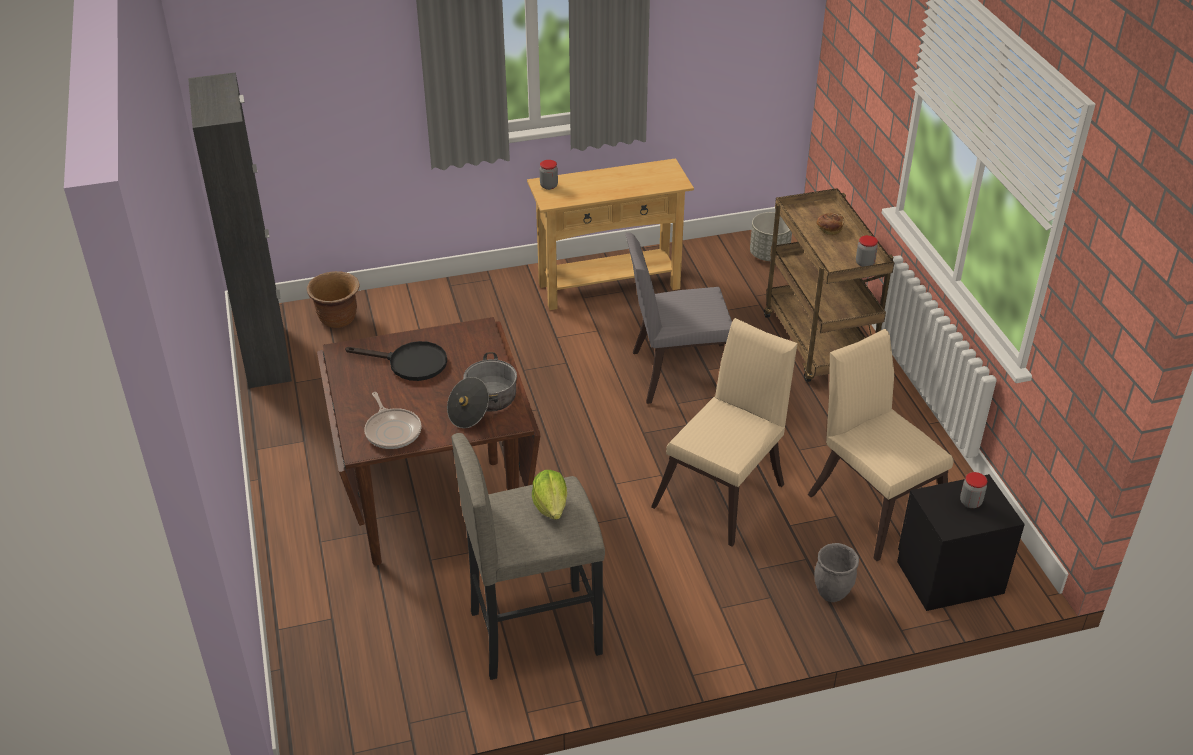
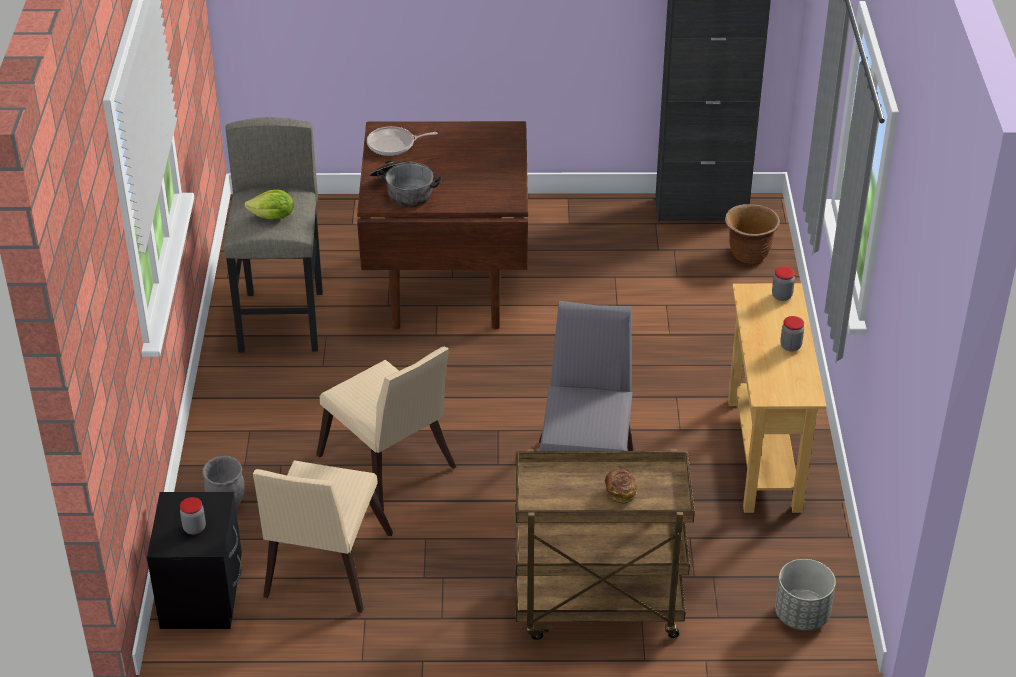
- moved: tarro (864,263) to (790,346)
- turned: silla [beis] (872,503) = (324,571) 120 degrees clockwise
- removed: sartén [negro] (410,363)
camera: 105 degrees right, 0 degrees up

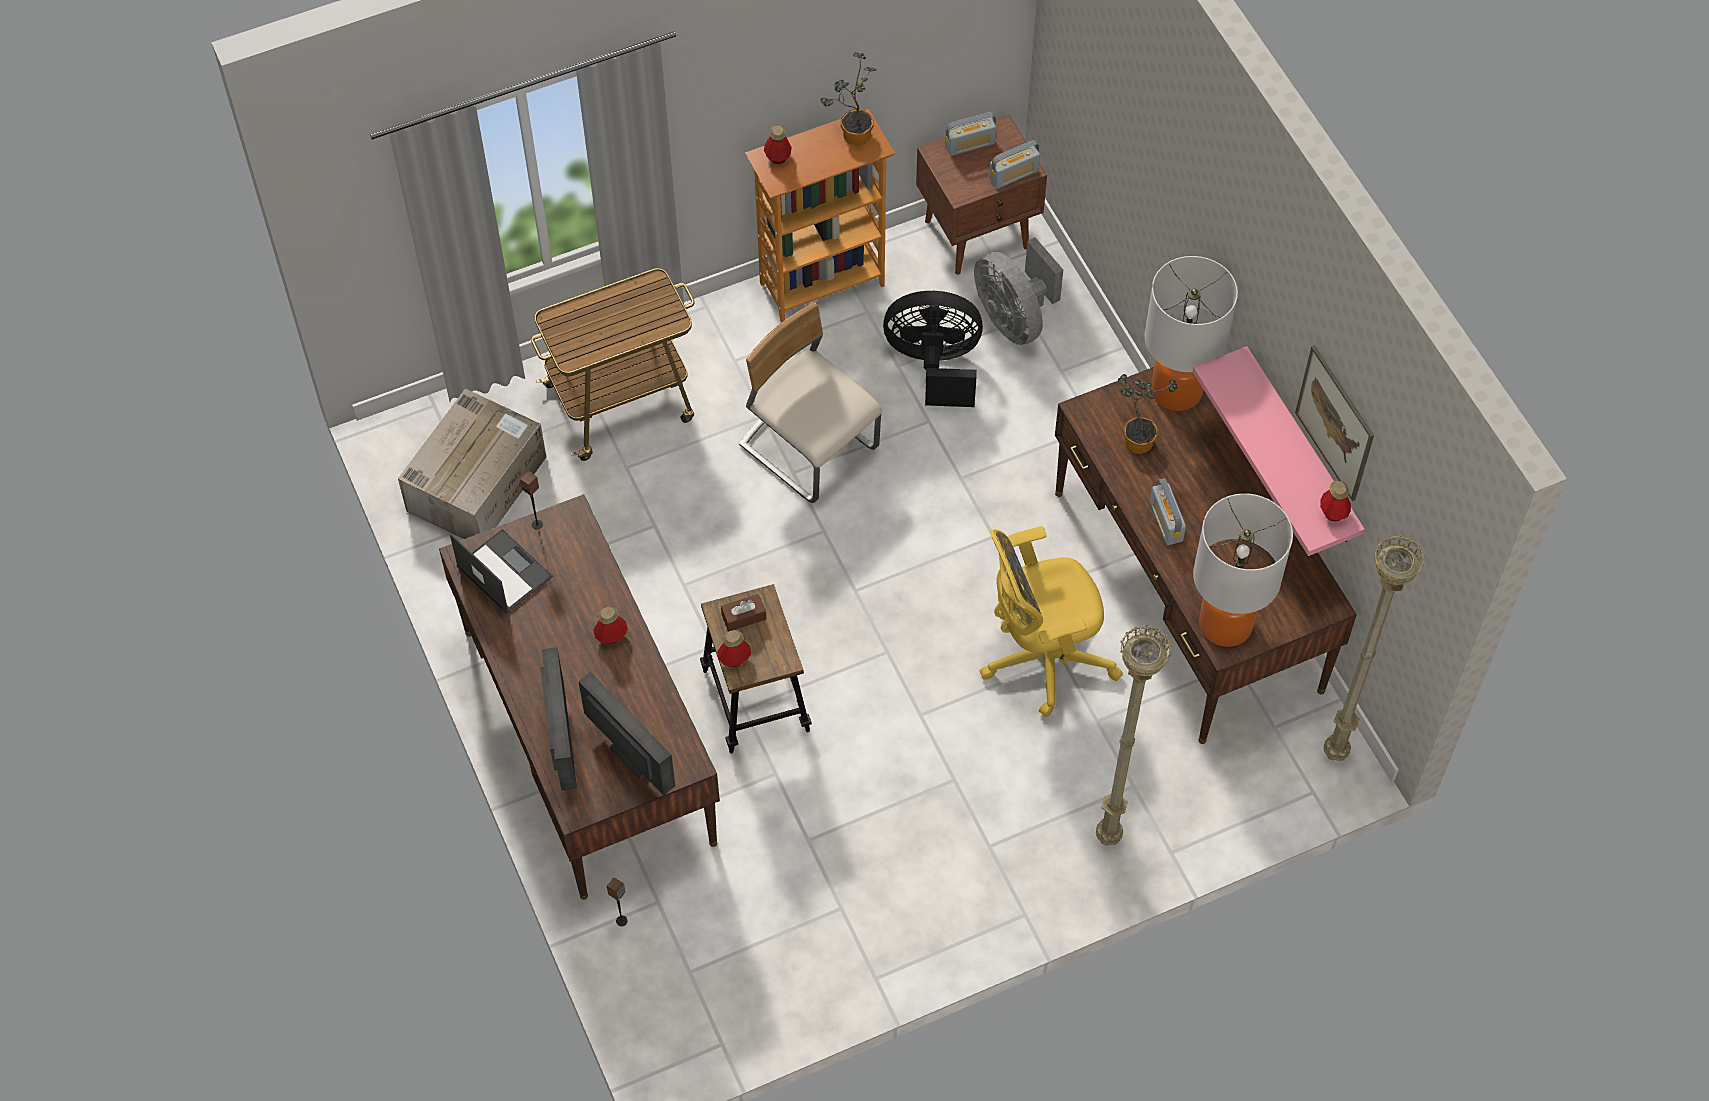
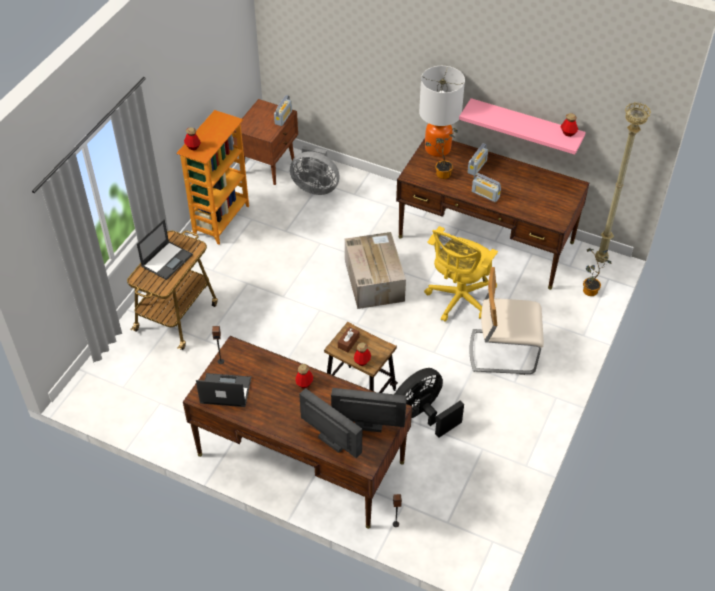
- moved: planta en maceta (852,135) to (589,292)
- moved: radio (970,144) to (477,166)
- moved: ventilador [negro] (935,365) to (422,415)
- moved: silla [beis] (809,448) to (502,352)
- removed: cuadro (1335,423)
- moved: caja de cartón (477,482) to (373,280)
- removed: lámpara de mesa (1225,624)
- removed: lámpara de pie [beis] (1110,836)
- added: portátil (167,260)
camera: 40 degrees left, 10 degrees down

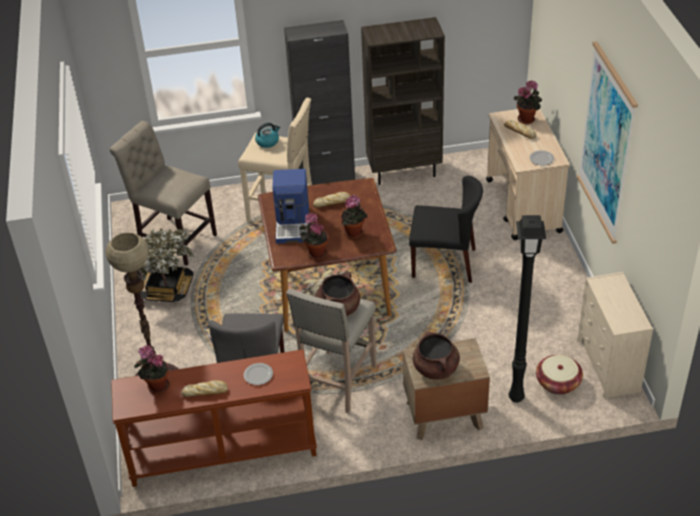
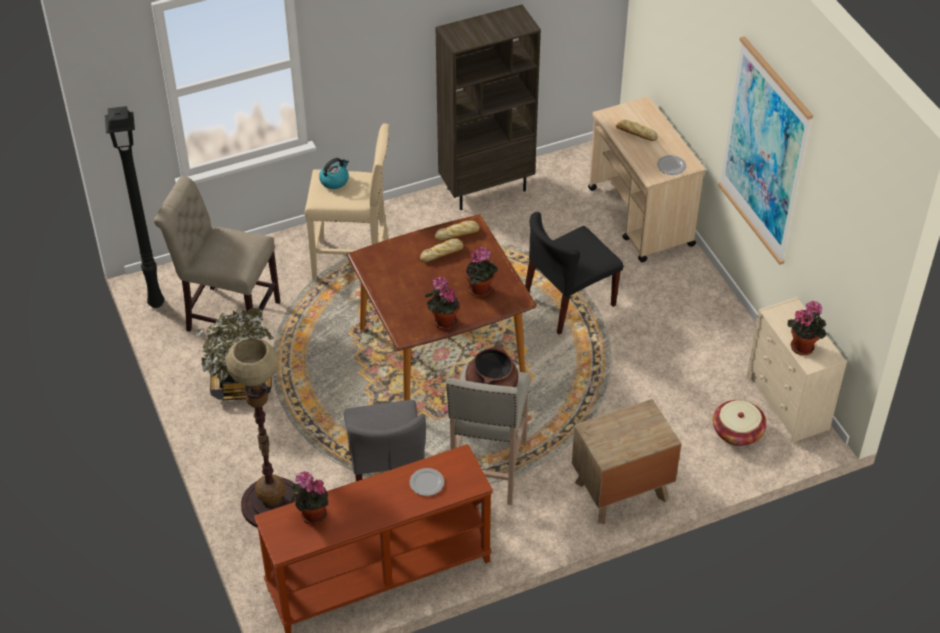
- removed: armario [negro] (326,180)
- moved: planta en maceta (527,119) to (803,346)
- removed: cafetera (293,224)
- turned: silla [negro] (444,263) = (568,302) 150 degrees clockwise
- moved: lámpara de pie [negro] (515,398) to (155,304)
- removed: olla [marrón] (436,369)
- moved: pan (206,391) to (458,233)
camera: 15 degrees left, 5 degrees up

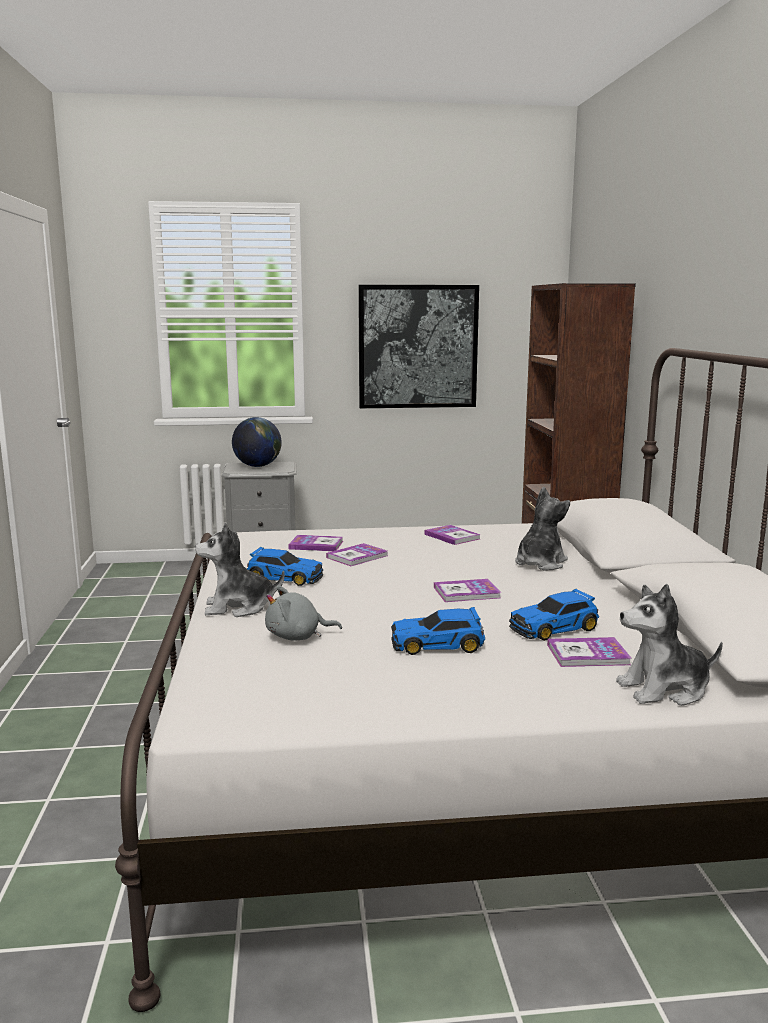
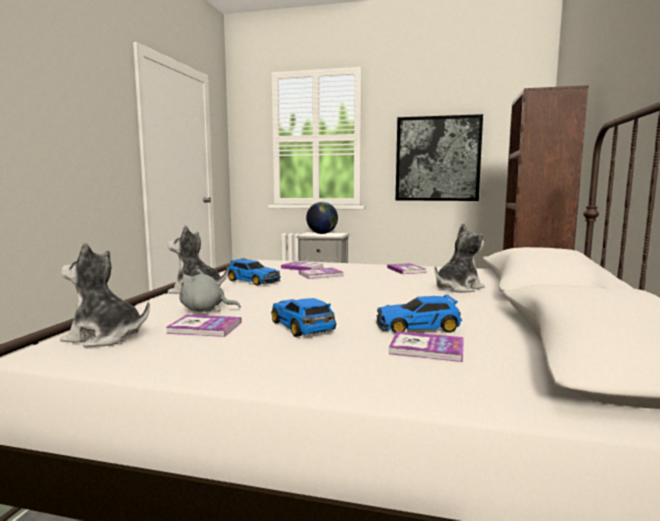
- moved: libro (466,592) to (205,328)
- moved: peluche (664,690) to (105,337)
- turned: coche de juguete (439,645) = (302,326) 45 degrees clockwise
camera: 20 degrees right, 5 degrees down

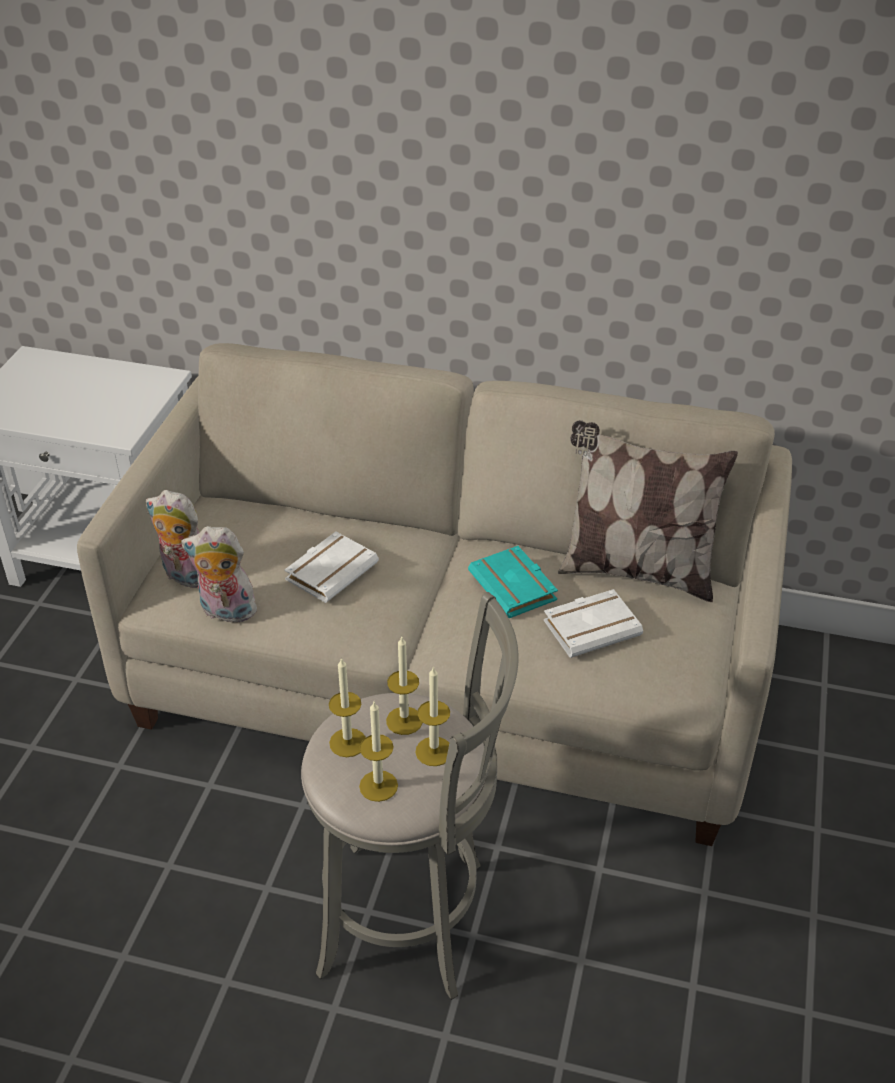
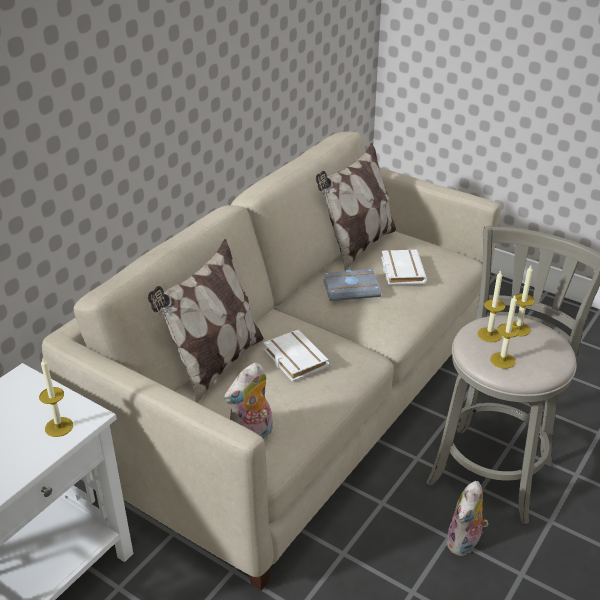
- moved: peluche (225,612) to (464,543)
- recoloured: libro [turquesa] (515,587) to libro [gris] (352,288)
- moved: vela (378,786) to (59,427)
- added: cojín (215,365)
camera: 70 degrees left, 5 degrees down

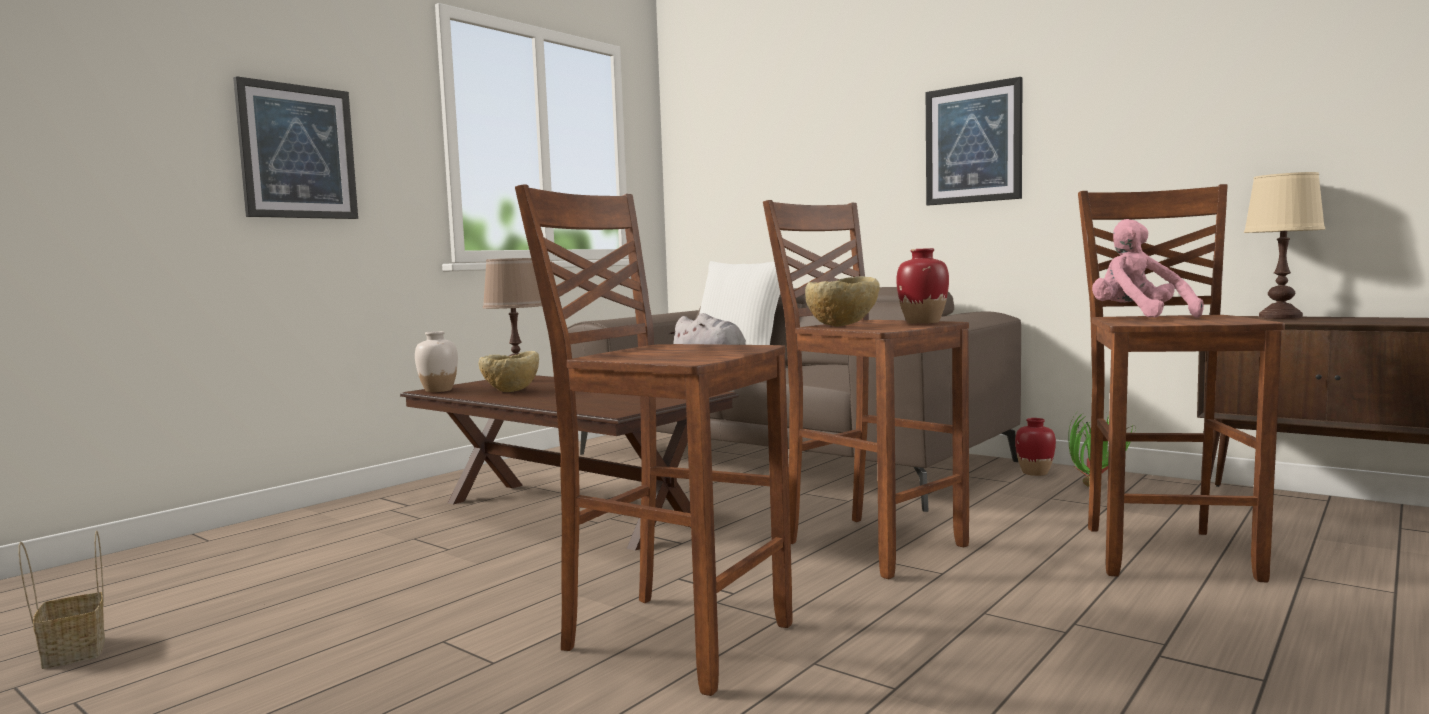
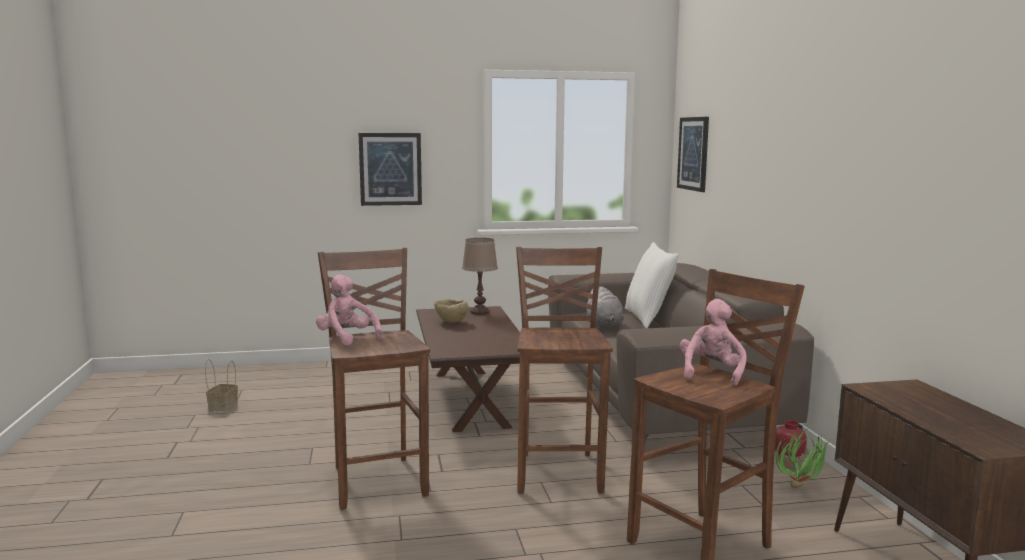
- moved: cuadro (973,144) to (693,153)
- removed: lámpara de mesa [beis] (1281,317)
- removed: florero [rojo] (923,322)
- removed: cuenco [beis] (842,326)
- removed: florero [blanco] (438,390)
- added: peluche [rosa] (347,338)
camera: 40 degrees right, 5 degrees up

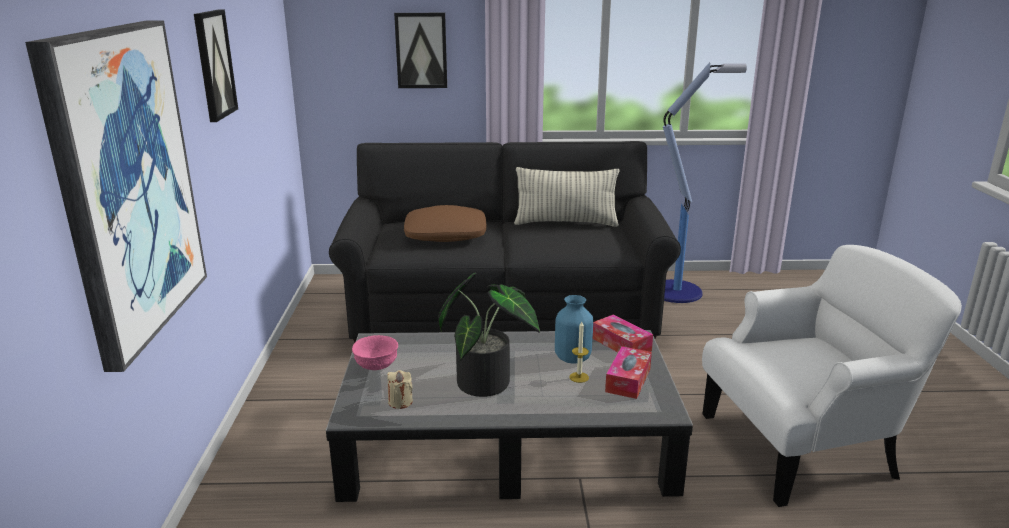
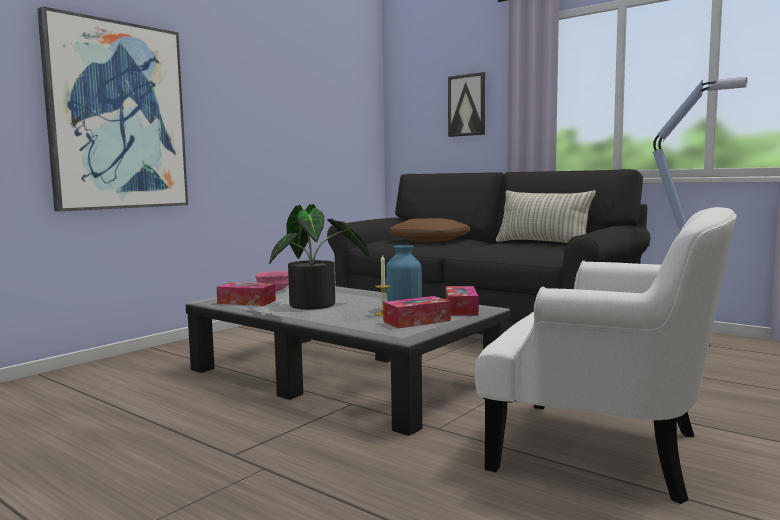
- removed: cuadro (214,64)
- replaced: vela [beis] (400,402) to caja de pañuelos (246,302)
camera: 40 degrees right, 15 degrees down

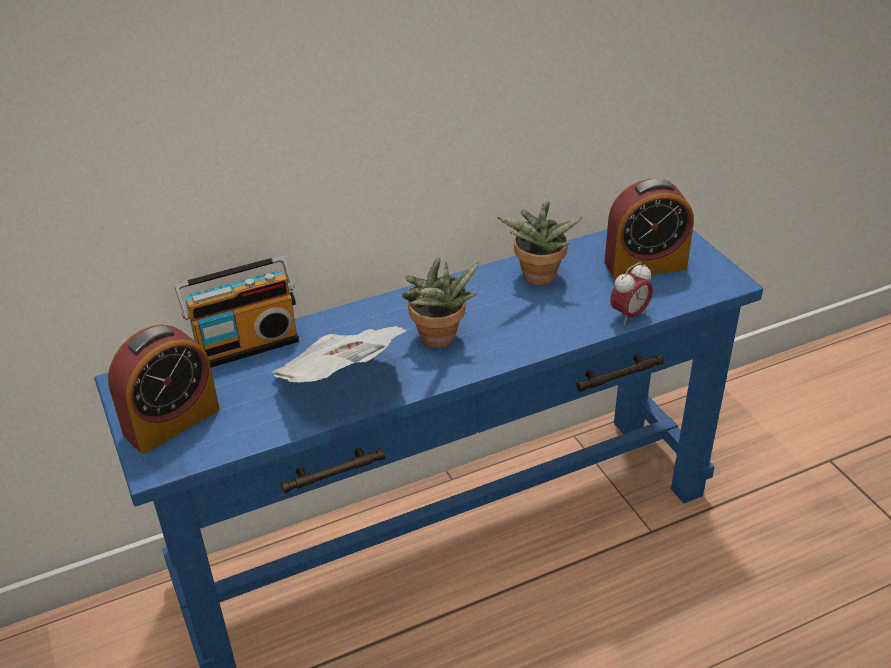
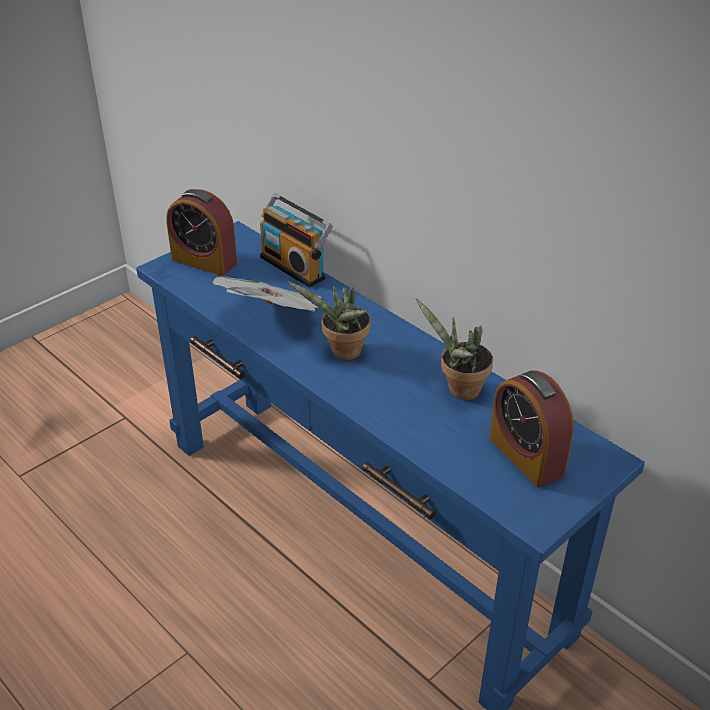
- removed: despertador (629,315)
camera: 70 degrees right, 0 degrees up

